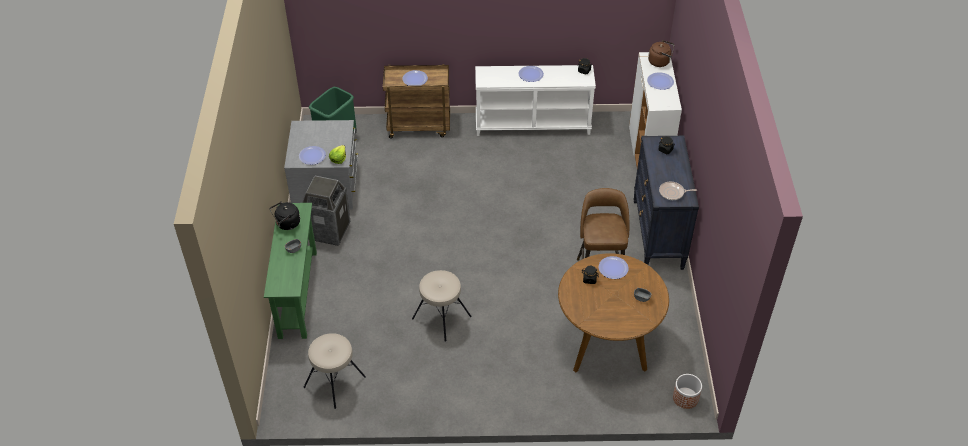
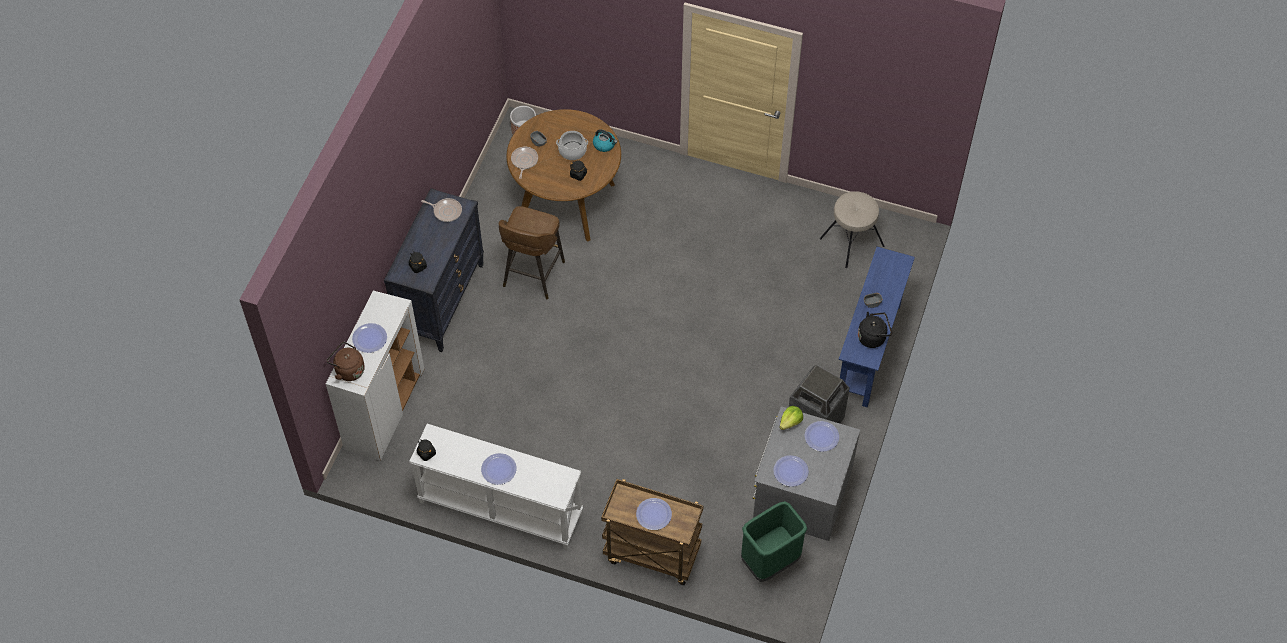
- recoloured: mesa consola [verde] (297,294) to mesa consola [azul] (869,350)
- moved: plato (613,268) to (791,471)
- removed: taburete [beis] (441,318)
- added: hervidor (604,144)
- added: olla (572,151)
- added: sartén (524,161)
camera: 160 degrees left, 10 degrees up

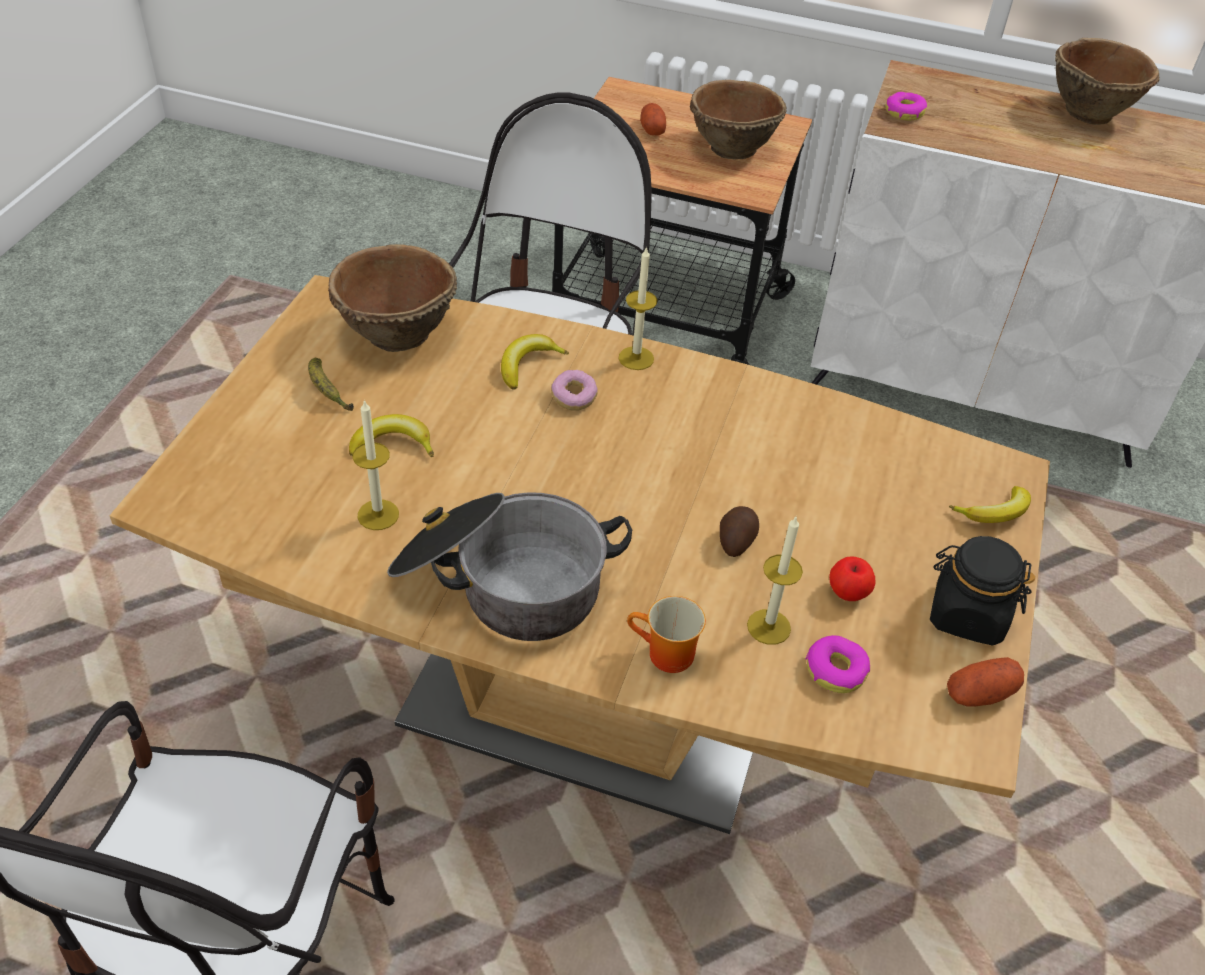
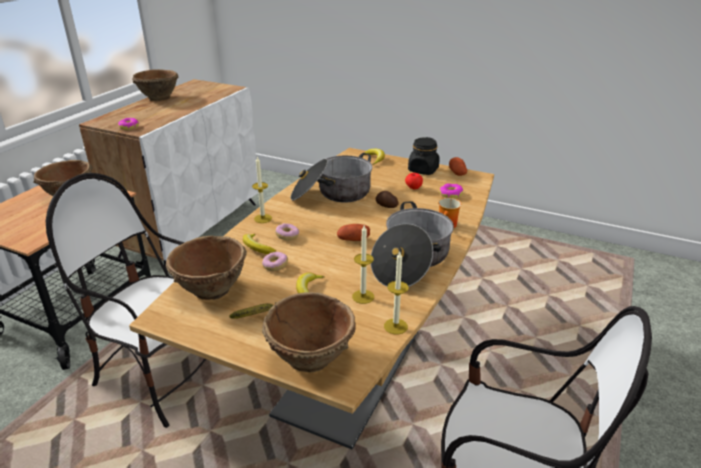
- moved: patata (652,129) to (353,240)
- moved: vela (768,627) to (395,326)
- added: olla (332,194)
- added: rosquilla (275,266)
- added: cuenco [marrón] (311,358)
camera: 80 degrees left, 15 degrees down

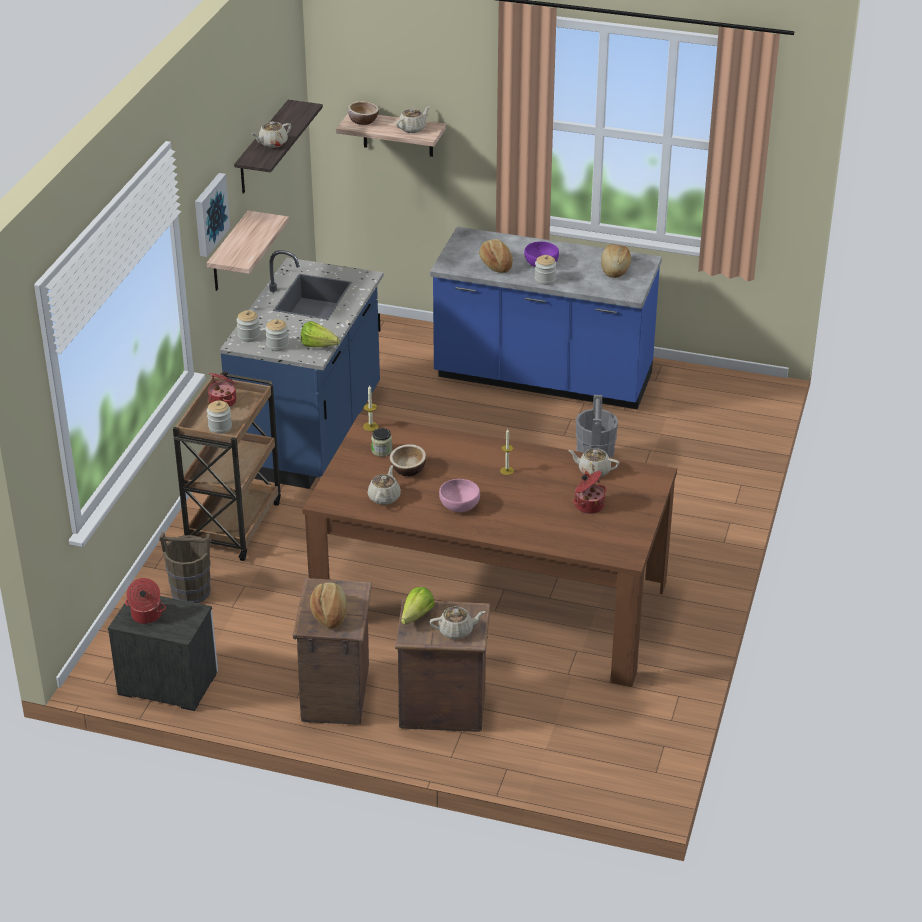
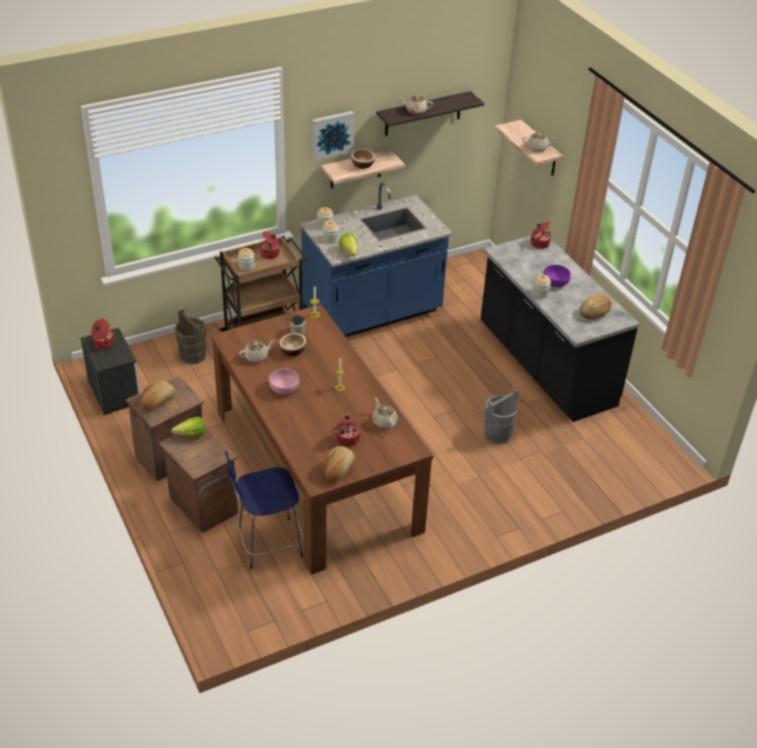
- moved: cuenco (363,121) to (362,164)
- recoloured: mueble bajo de cocina [azul] (543,379) to mueble bajo de cocina [negro] (544,367)
- moved: pan (496,264) to (339,469)
- removed: tetera [beis] (456,631)
- added: olla (539,243)
- added: taburete [azul] (267,543)
camera: 45 degrees right, 5 degrees up

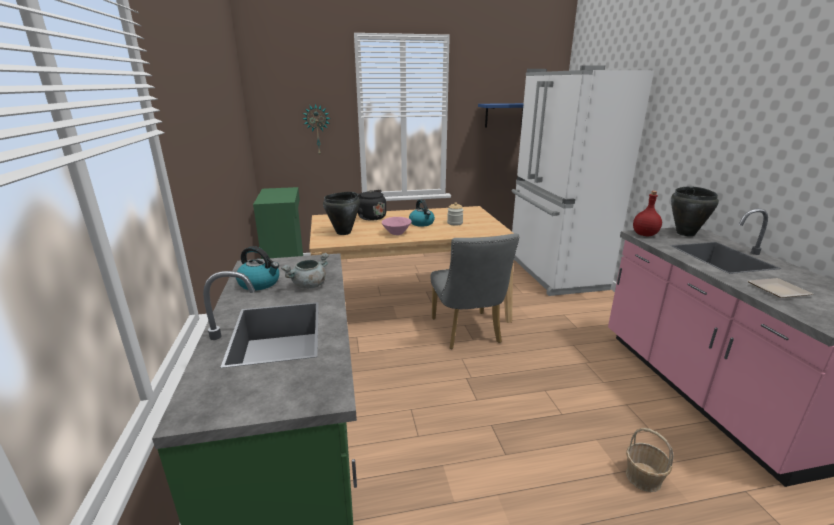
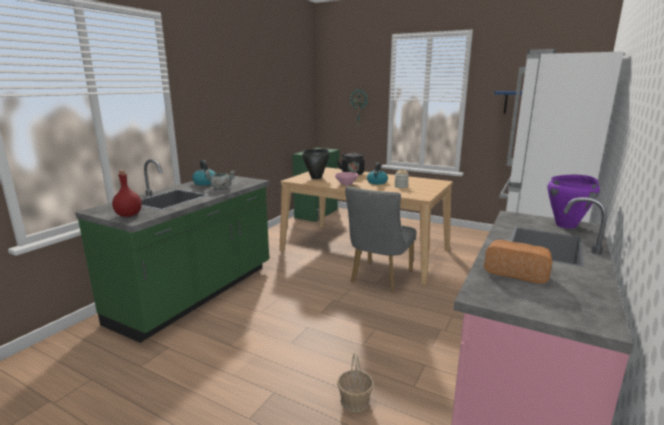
- recoloured: olla [negro] (686,233) to olla [morado] (566,225)
- moved: botella [rojo] (644,235) to (128,215)
- replaced: plato (780,291) to pan (516,273)
camera: 40 degrees right, 5 degrees down

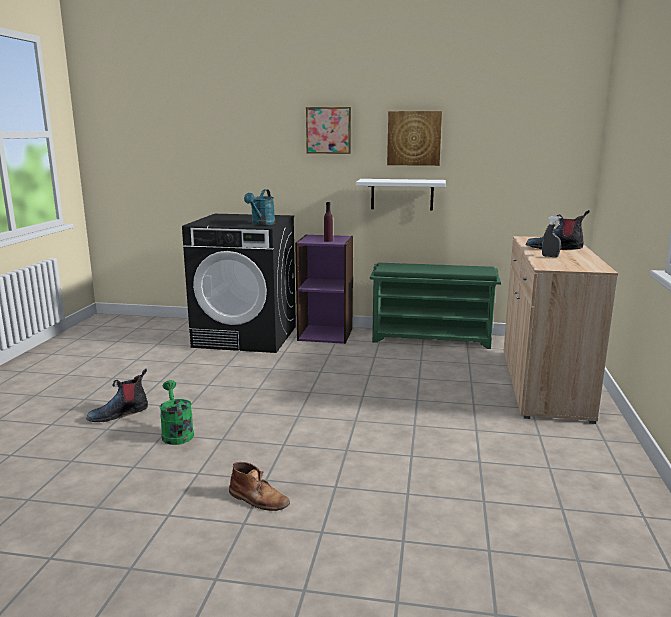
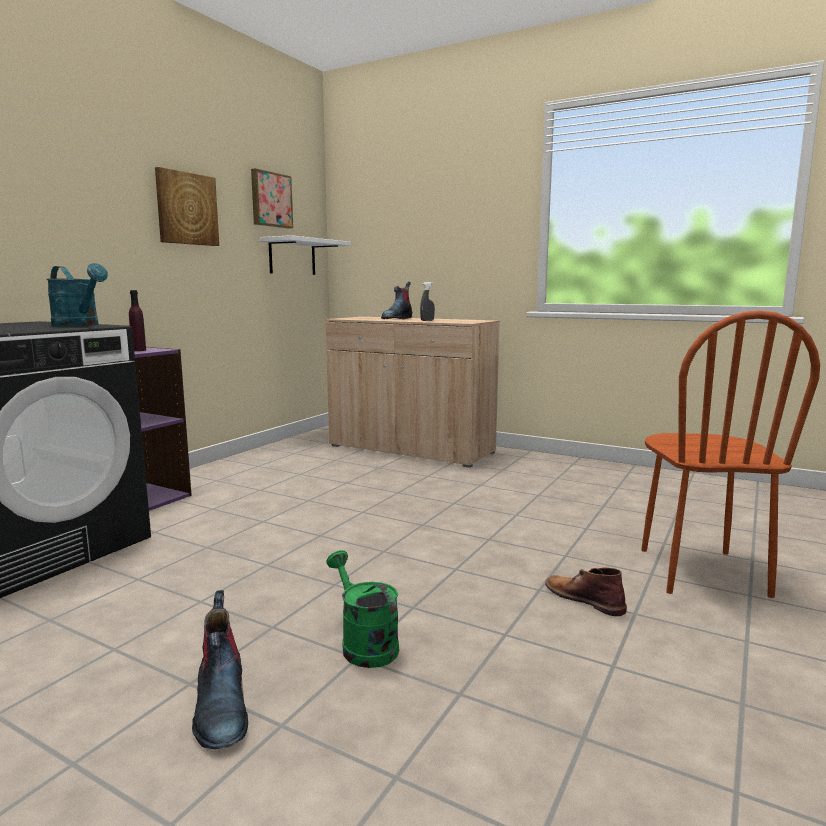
- moved: cuadro (328,130) to (270,200)
- moved: estante [blanco] (402,194) to (292,257)
- removed: zapatero [verde] (432,338)
- turned: regadera [verde] (176,433) = (364,644) 60 degrees clockwise
- turned: bota [marrón] (259,499) = (583,598) 90 degrees counterclockwise
- added: silla [marrón] (700,572)
camera: 70 degrees left, 5 degrees down

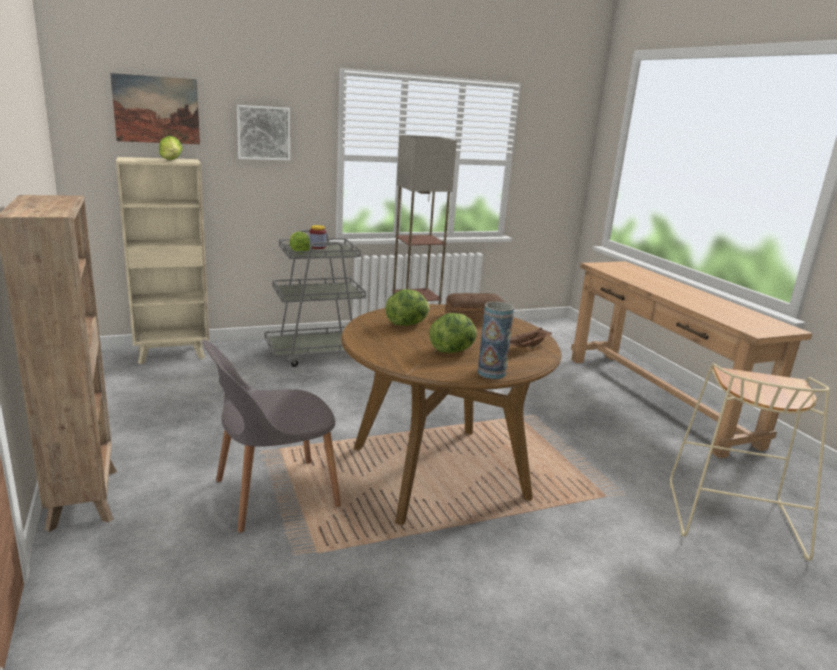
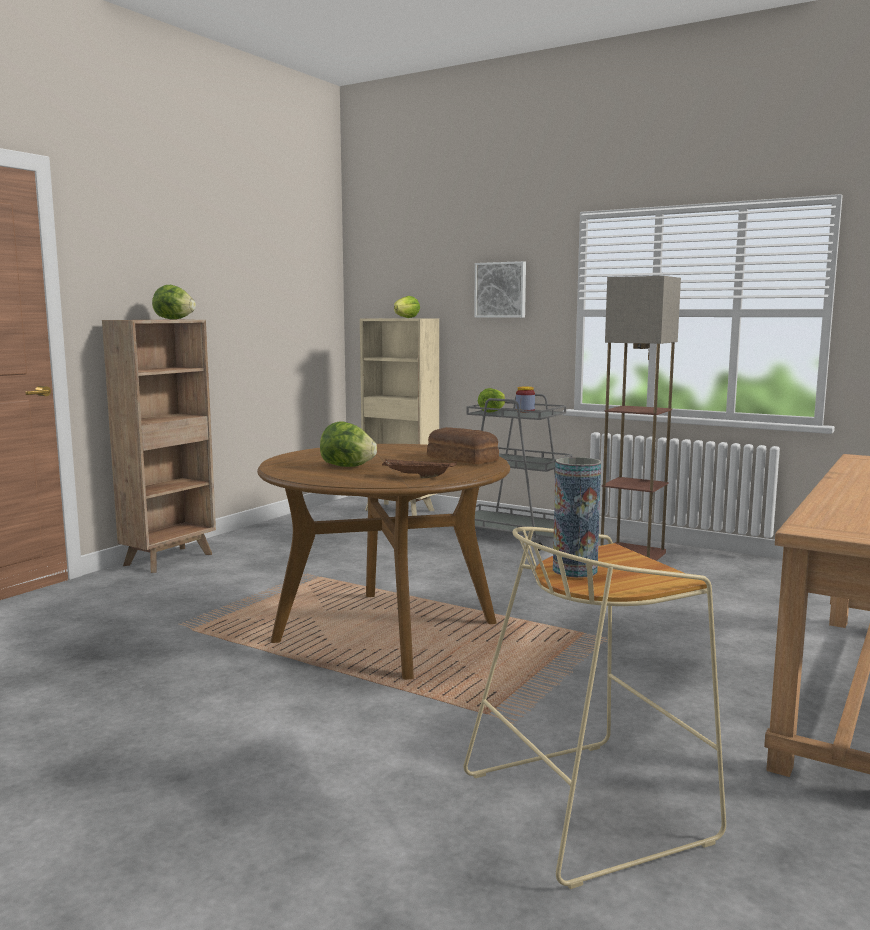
- removed: cuadro (156,110)
- moved: lechuga (407,324) to (174,319)
- moved: florero (491,373) to (575,570)
- removed: silla [gris] (272,494)
camera: 55 degrees right, 10 degrees down

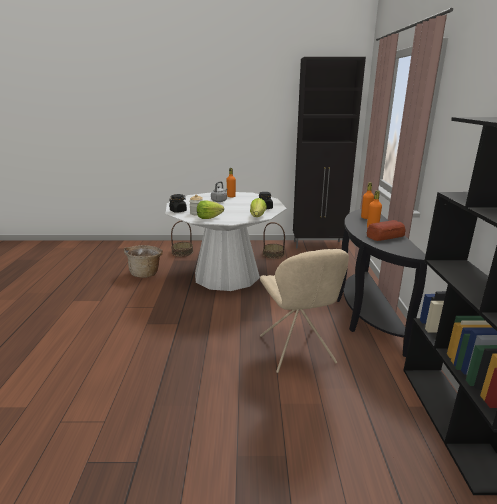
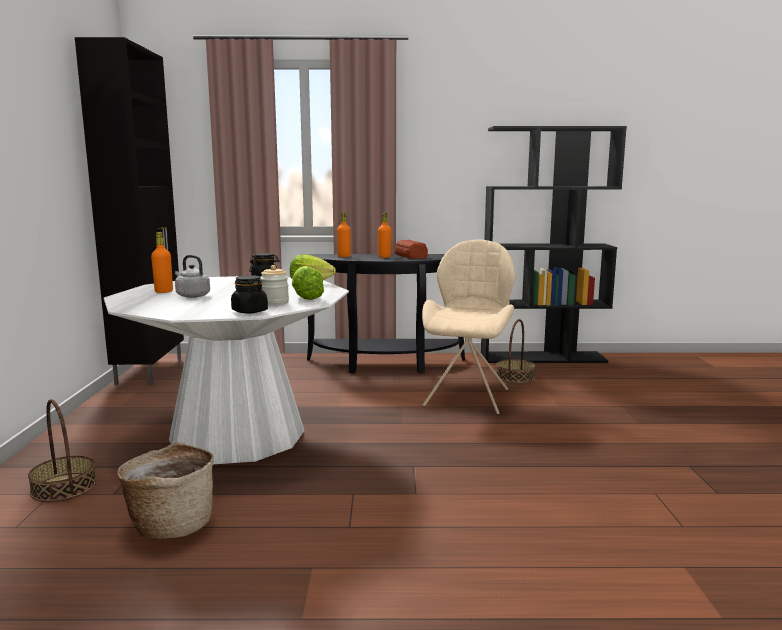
- moved: cesta (273,254) to (515,377)
- turned: silla [beis] (297,351) = (467,396) 60 degrees counterclockwise
camera: 90 degrees left, 10 degrees down

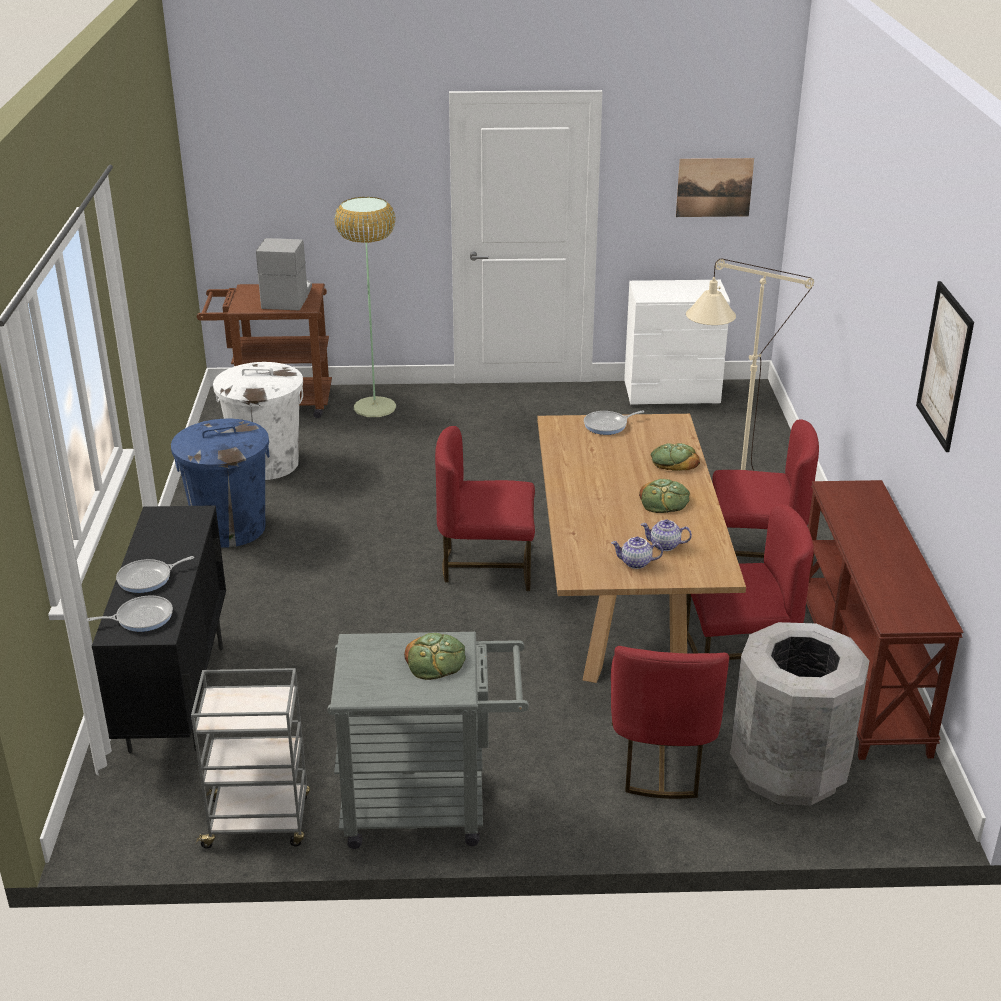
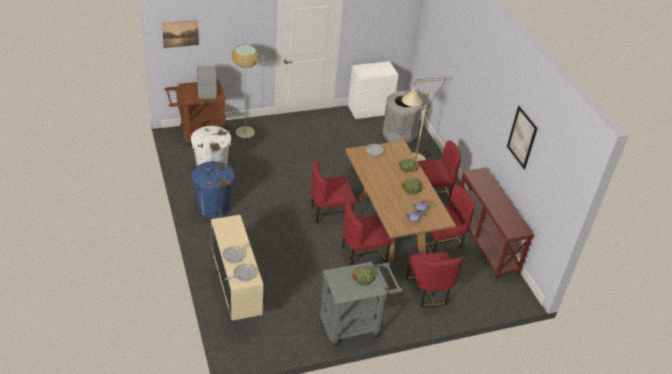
- moved: cuadro (714,187) to (180,33)
- recoloured: armario [negro] (178,698) to armario [beis] (236,294)
- moved: papelera [gris] (789,771) to (399,136)
- removed: carrito [gris] (259,822)
- added: silla [rojo] (363,253)
camera: 20 degrees left, 10 degrees up

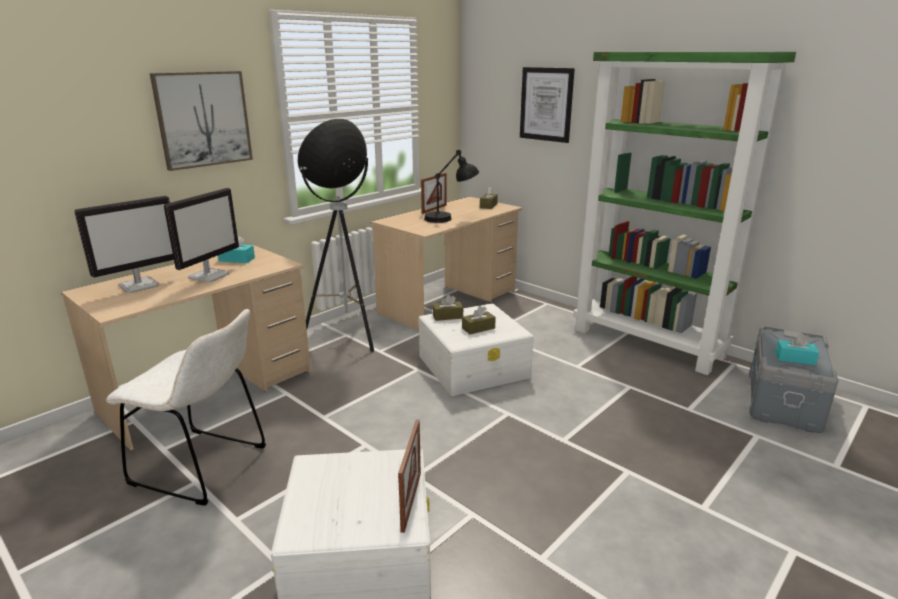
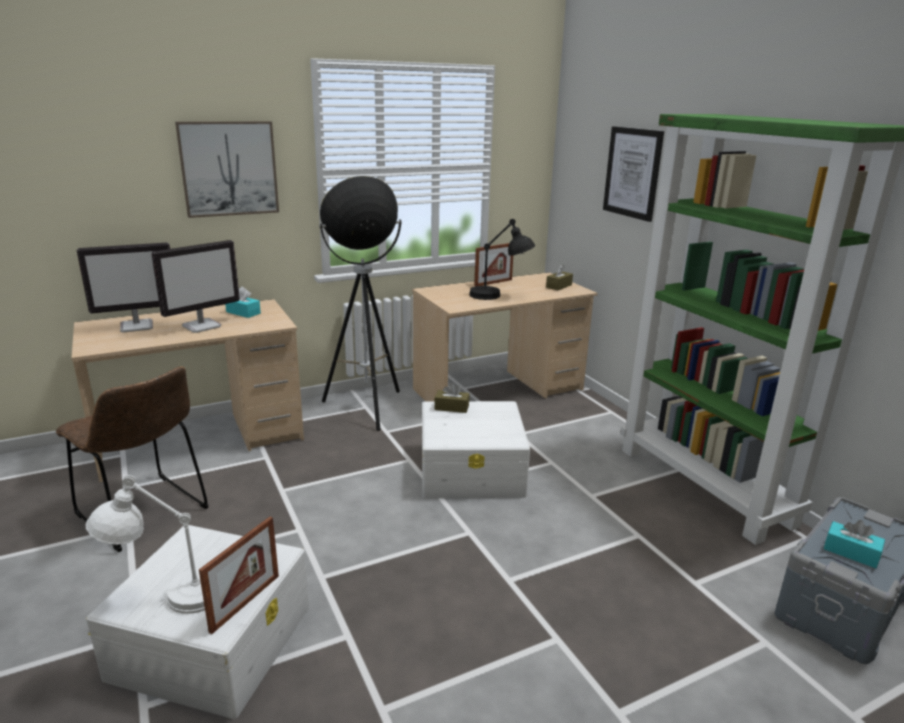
- removed: caja de pañuelos [marrón] (478,328)
- recoloured: silla [blanco] (205,467) to silla [marrón] (146,514)
- added: lámpara de mesa [blanco] (169,596)
camera: 20 degrees right, 0 degrees up

